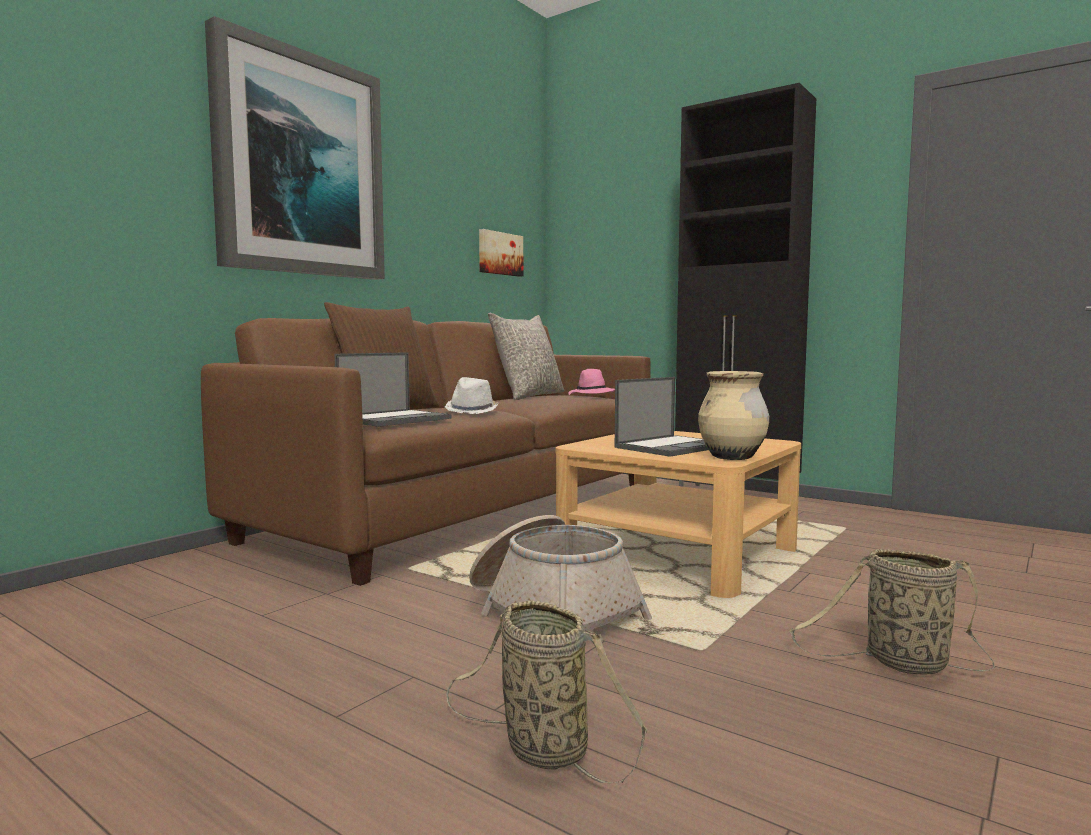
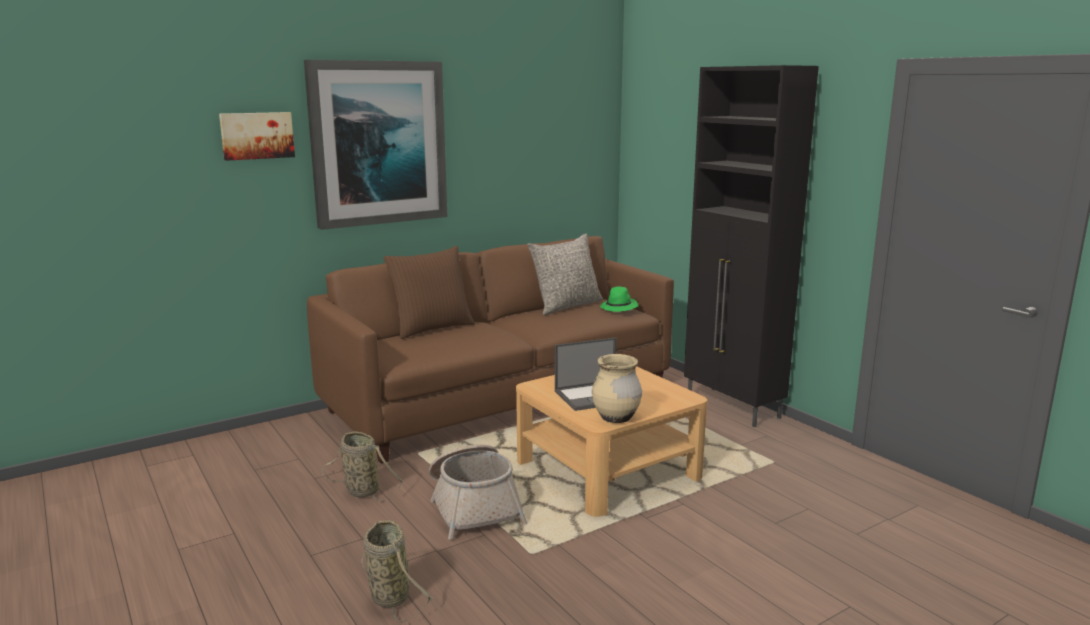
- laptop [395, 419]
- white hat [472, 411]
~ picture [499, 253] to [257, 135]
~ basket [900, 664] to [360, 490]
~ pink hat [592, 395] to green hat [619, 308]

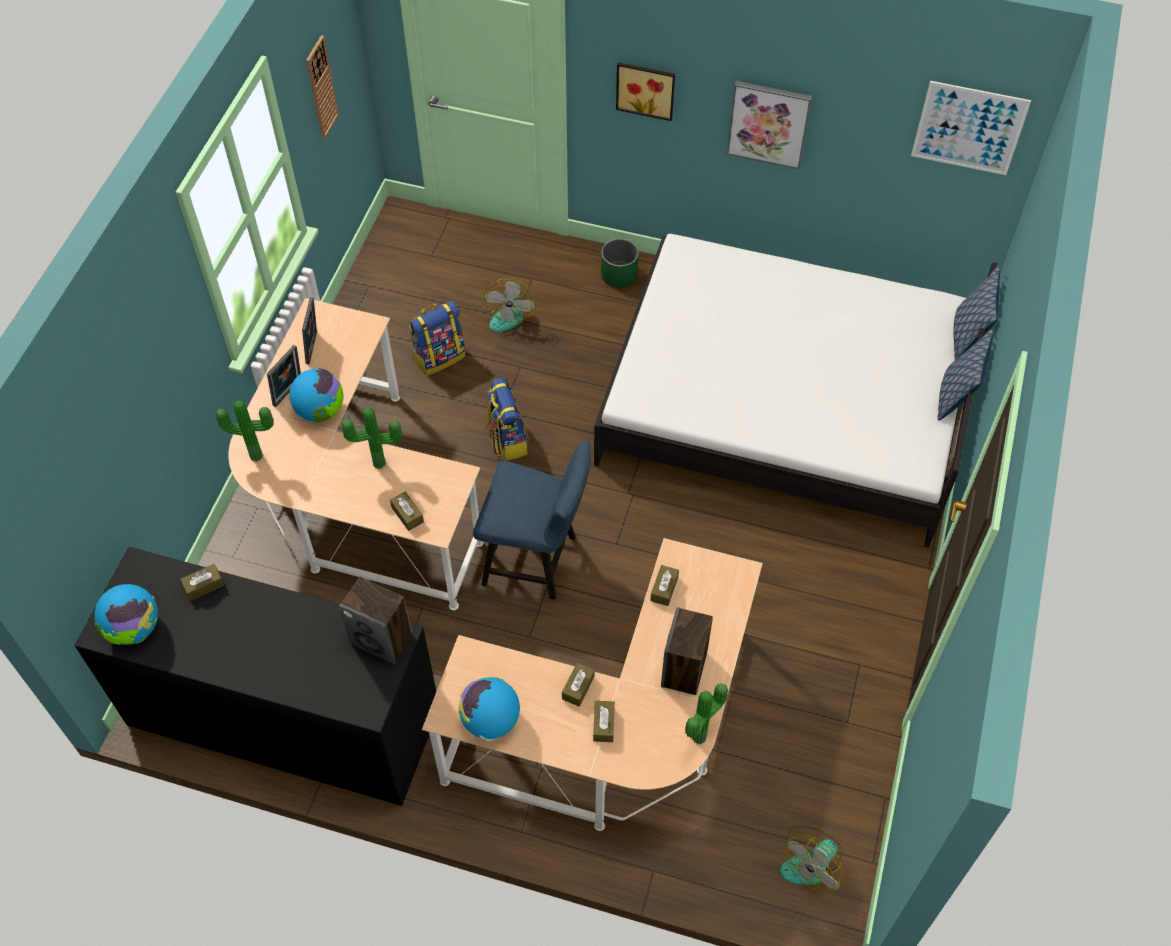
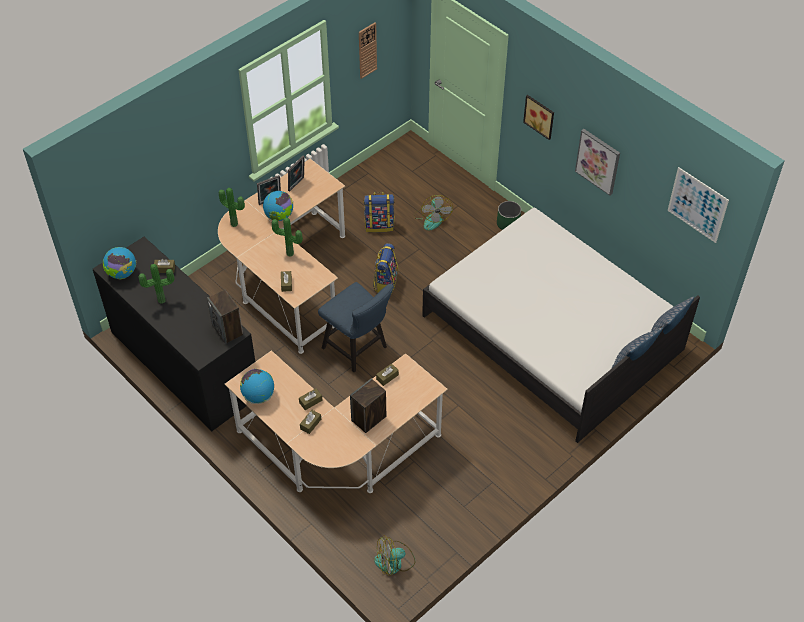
~ potted plant [701, 739] to [162, 301]
~ fan [508, 313] = [432, 218] 45 degrees counterclockwise

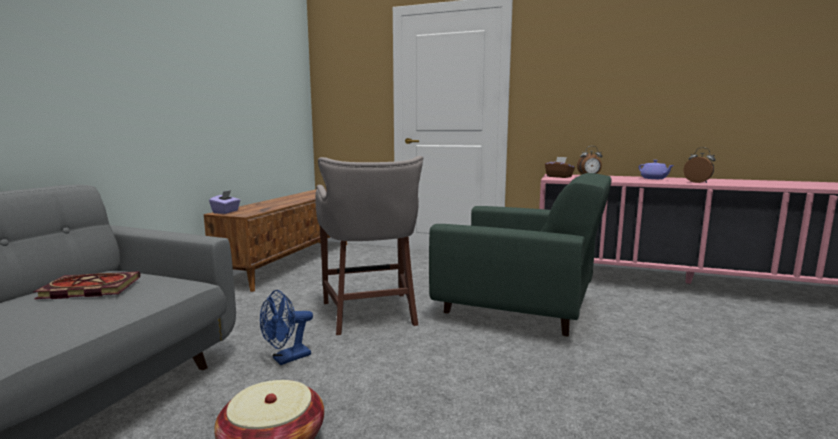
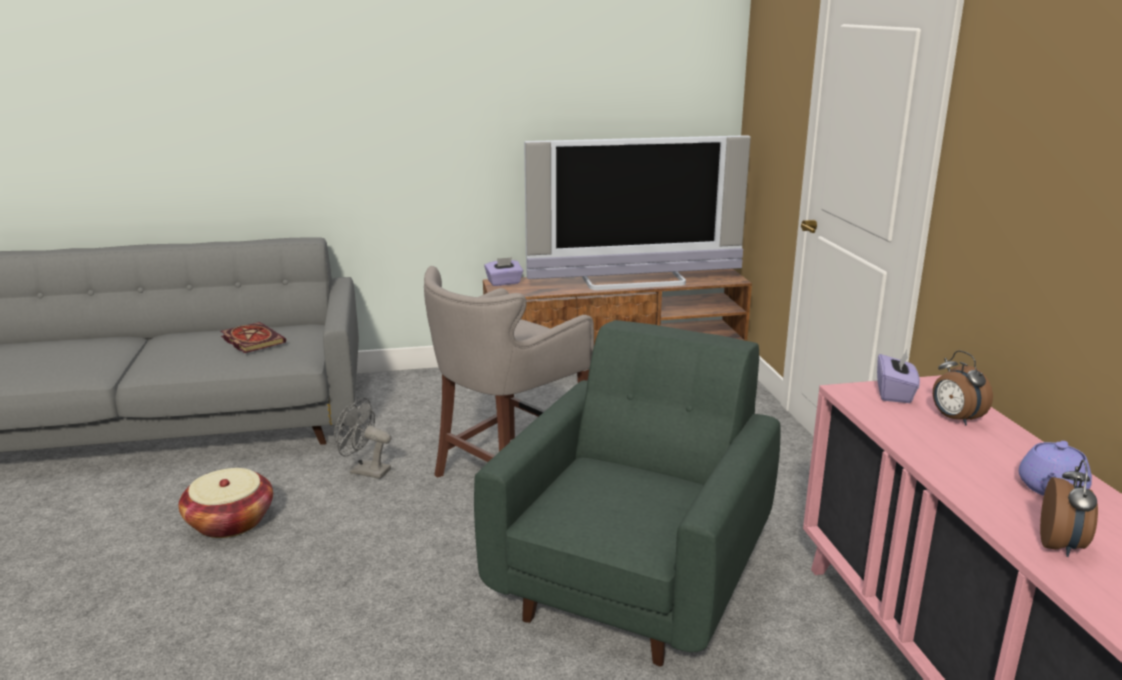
+ television [635, 281]
~ blue fan [286, 359] to grey fan [364, 471]
~ brown tissue box [559, 177] to purple tissue box [894, 393]
~ green armchair [518, 309] = [634, 577] 150 degrees counterclockwise

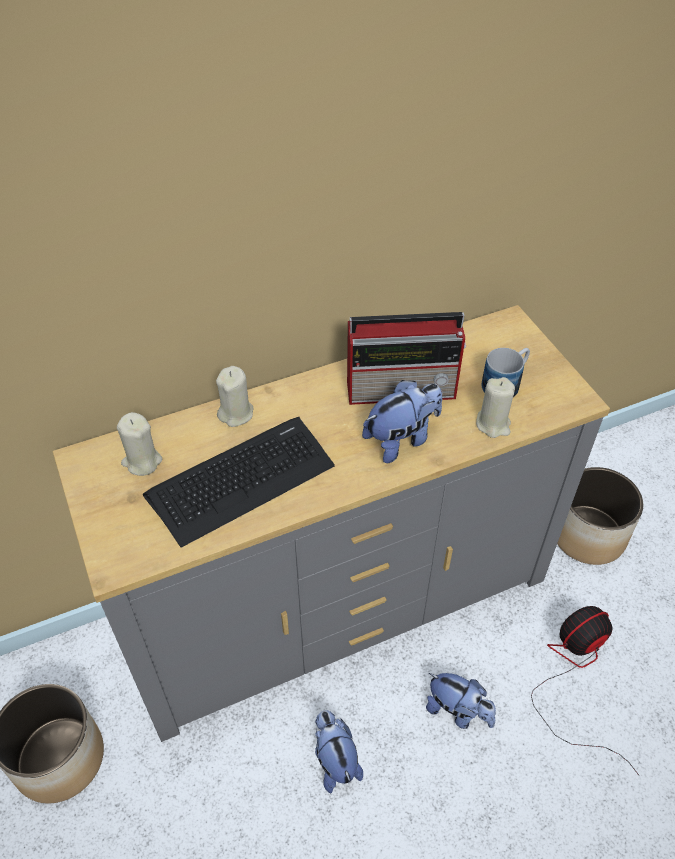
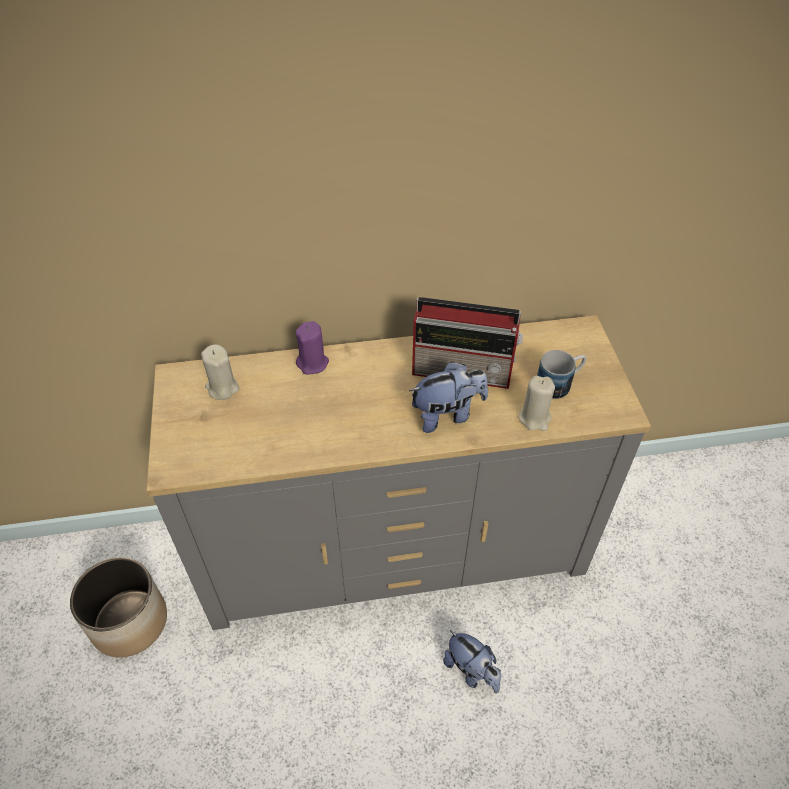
- keyboard [241, 479]
- plush toy [335, 760]
- fan [575, 674]
- planter [587, 535]
~ beige candle [236, 413] to purple candle [313, 363]

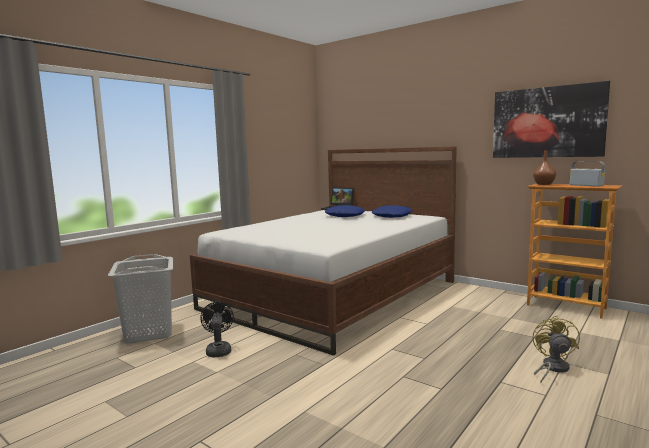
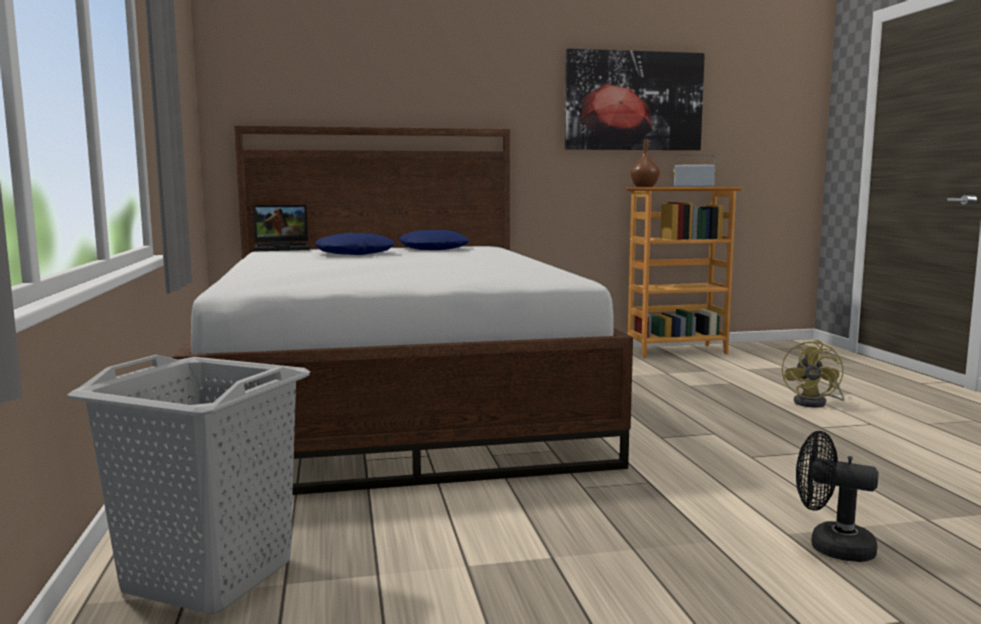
~ black fan [218, 350] to [831, 547]
~ yellow fan [552, 368] = [815, 403] 120 degrees counterclockwise

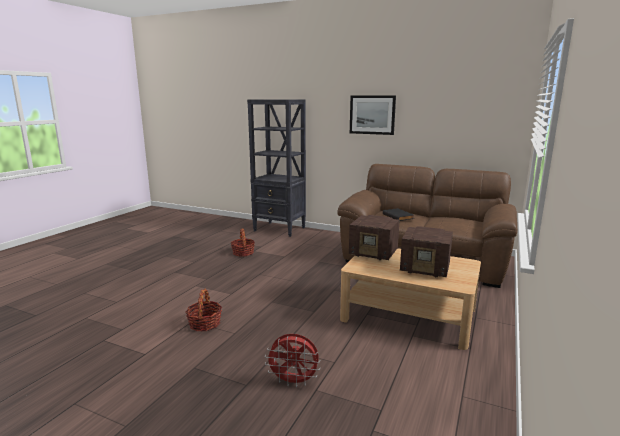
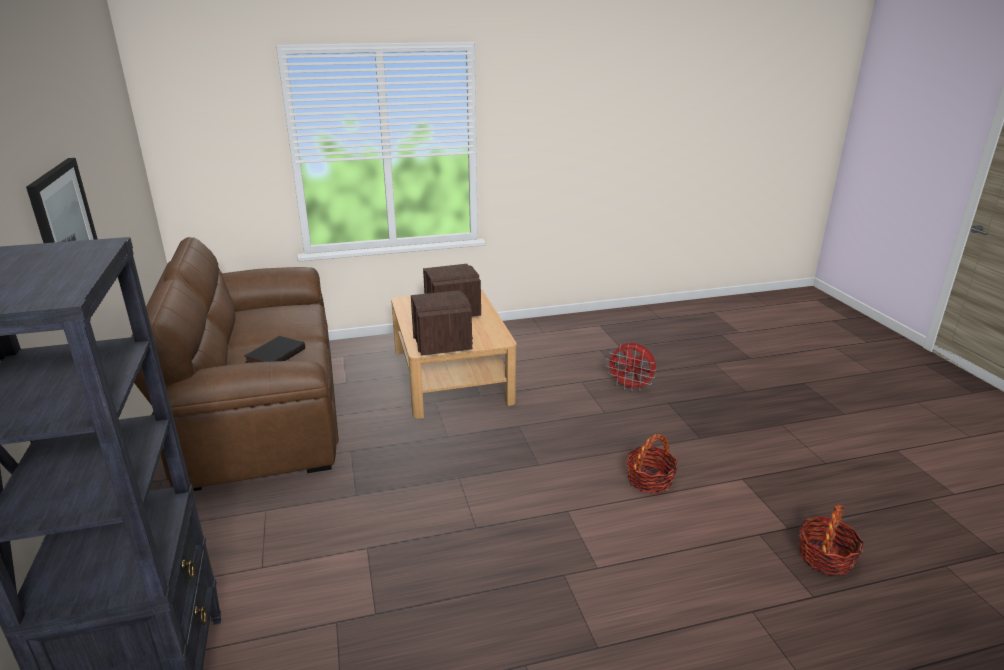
~ basket [243, 253] to [825, 557]
~ red fan [294, 381] = [630, 387] 150 degrees clockwise

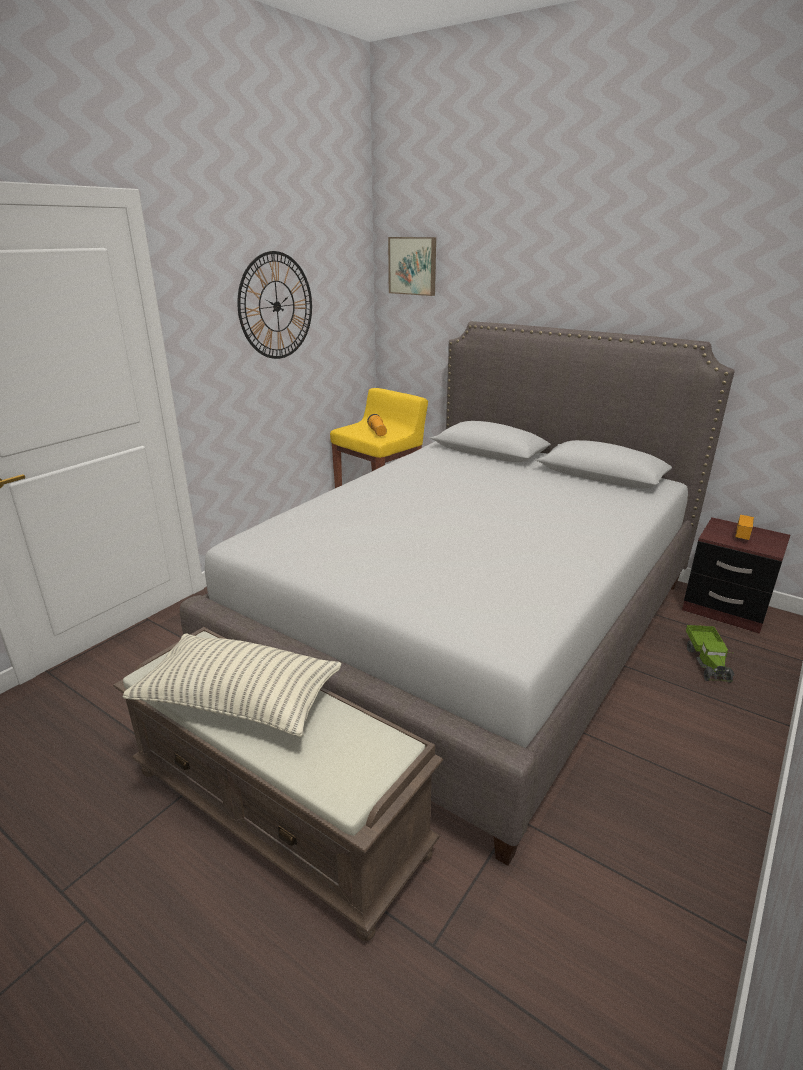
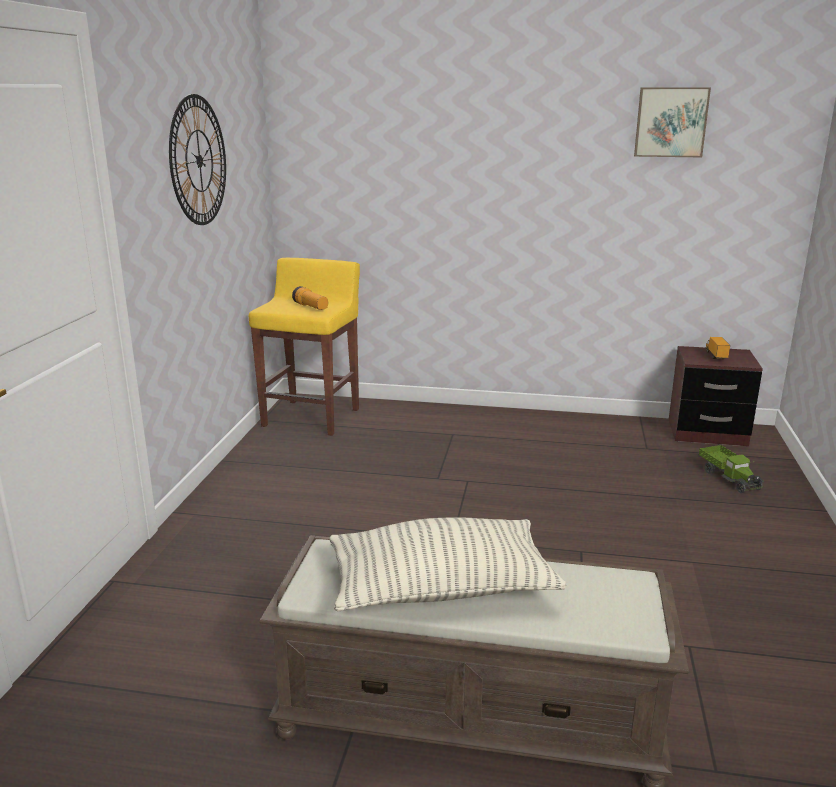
- grey bed [469, 629]
~ picture [413, 266] to [670, 122]

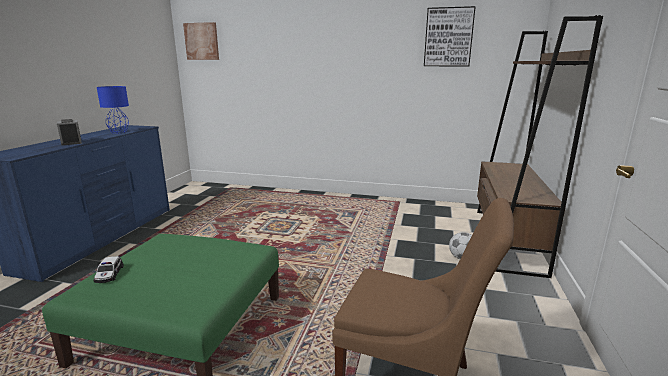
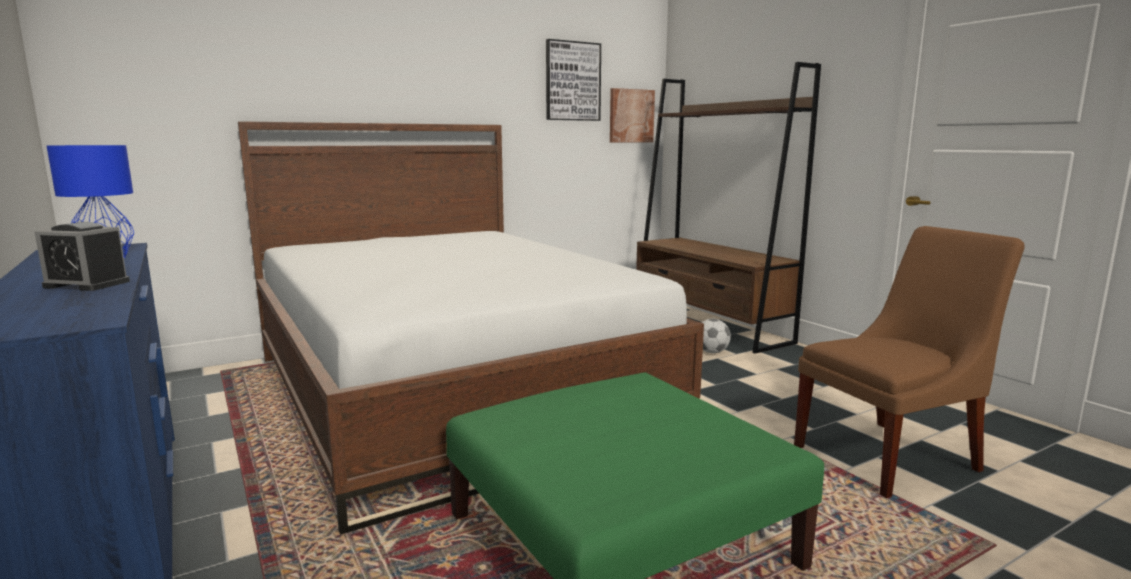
- toy car [109, 275]
+ bed [452, 389]
~ picture [202, 41] to [631, 116]

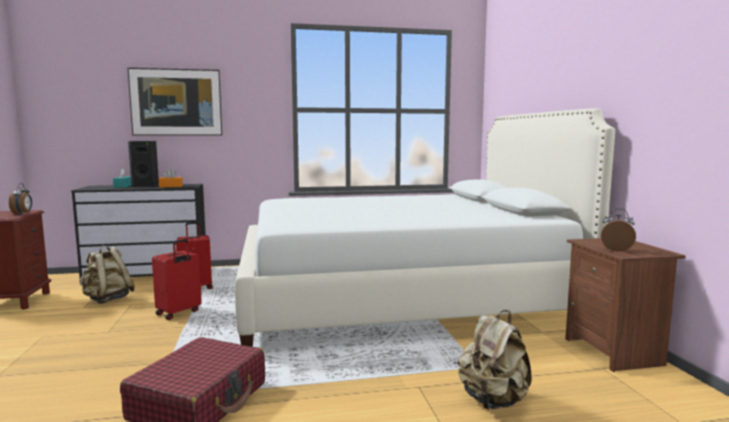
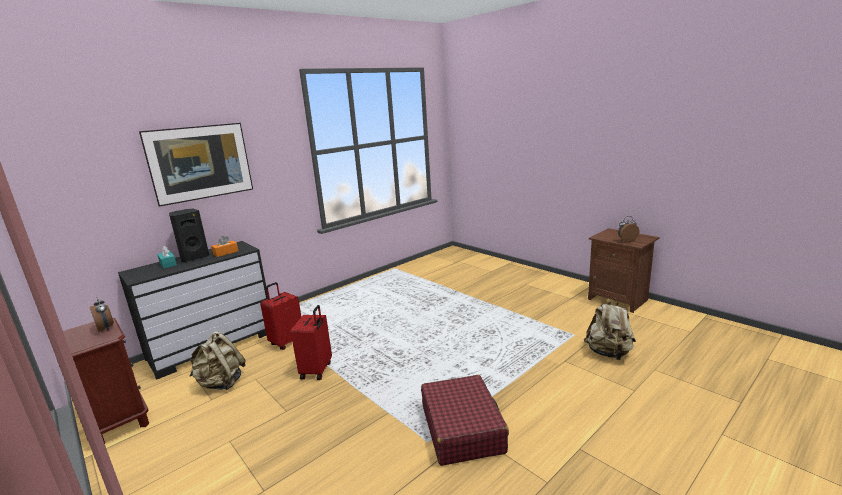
- white bed [399, 298]

